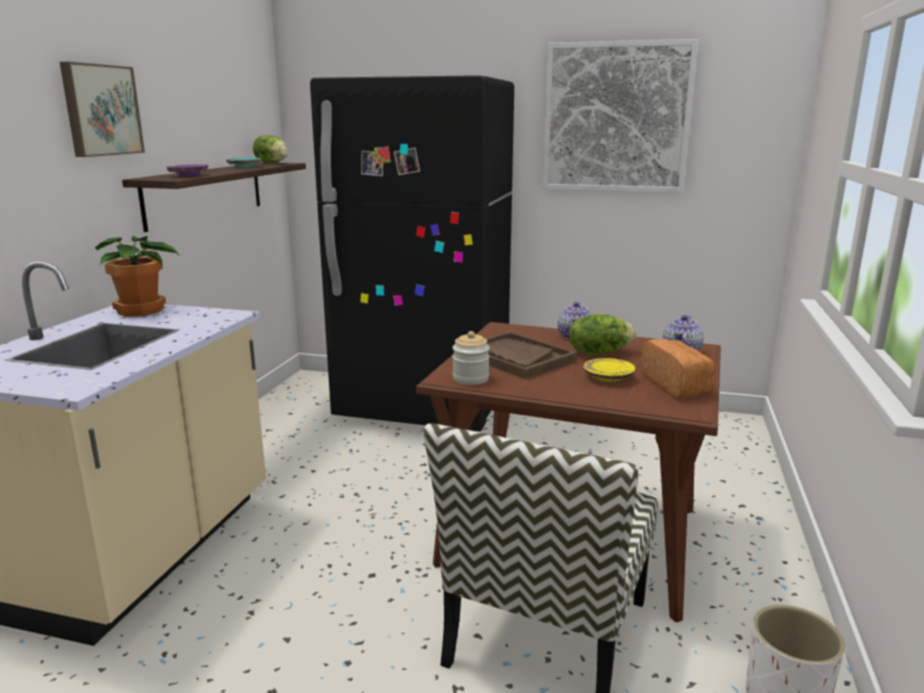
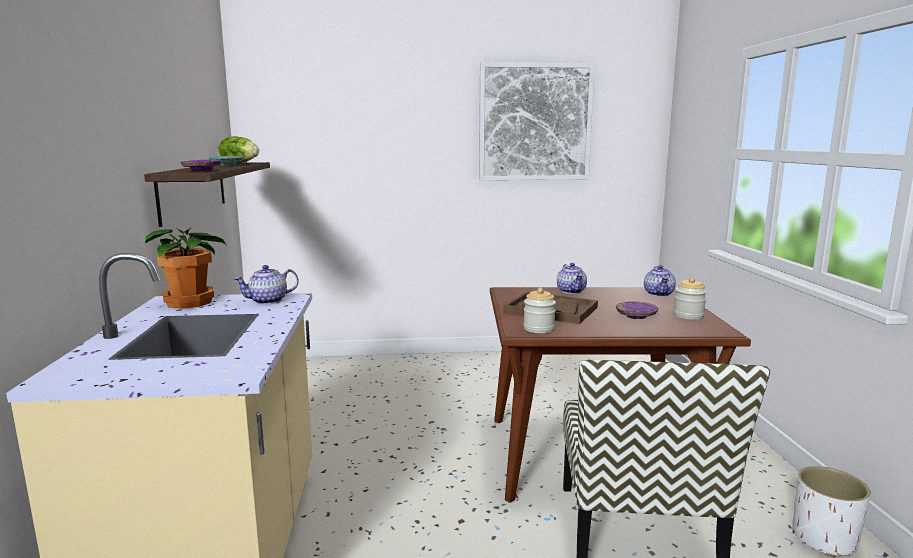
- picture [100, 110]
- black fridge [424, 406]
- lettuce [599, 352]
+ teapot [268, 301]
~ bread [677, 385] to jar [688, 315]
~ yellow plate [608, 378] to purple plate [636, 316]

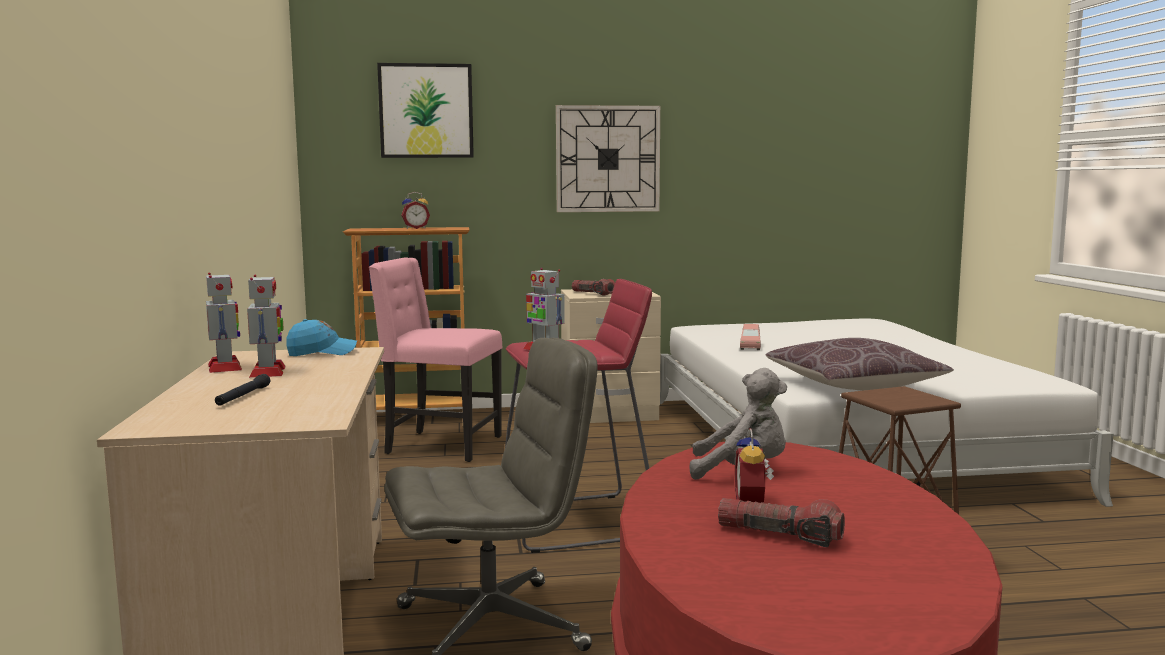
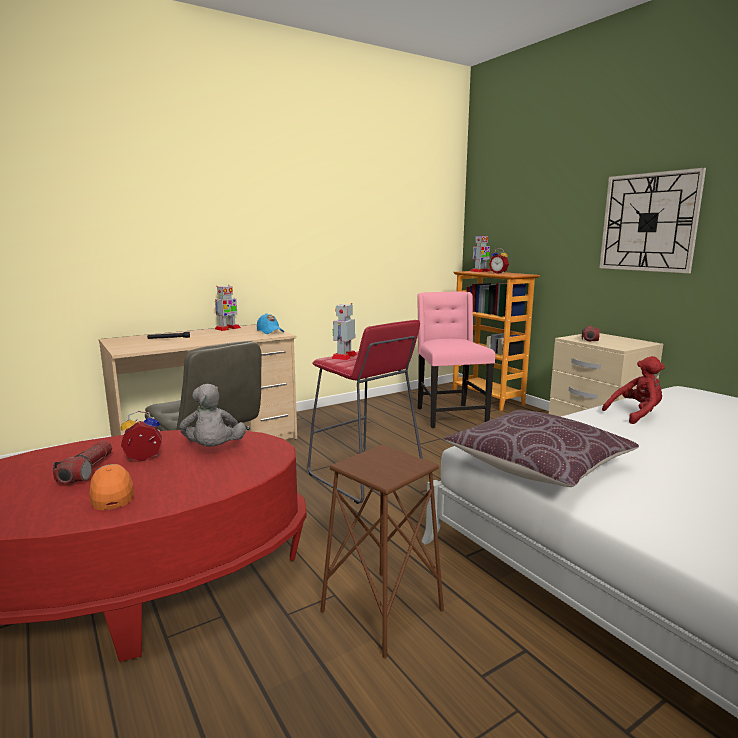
- picture [426, 111]
+ orange cap [112, 494]
~ toy robot [268, 372] to [480, 271]
~ pink toy car [750, 346] to red plush toy [636, 415]

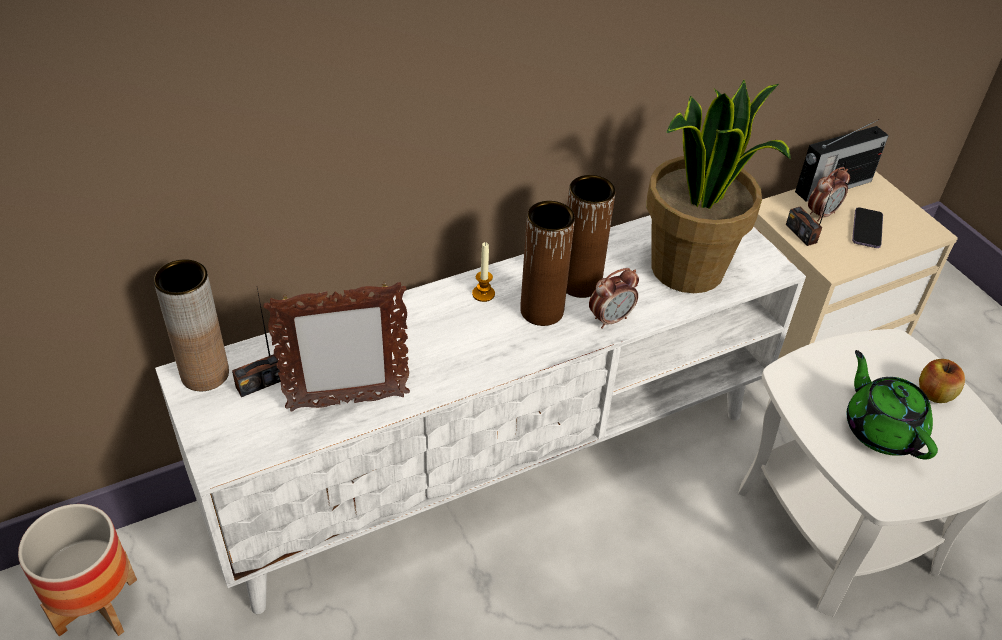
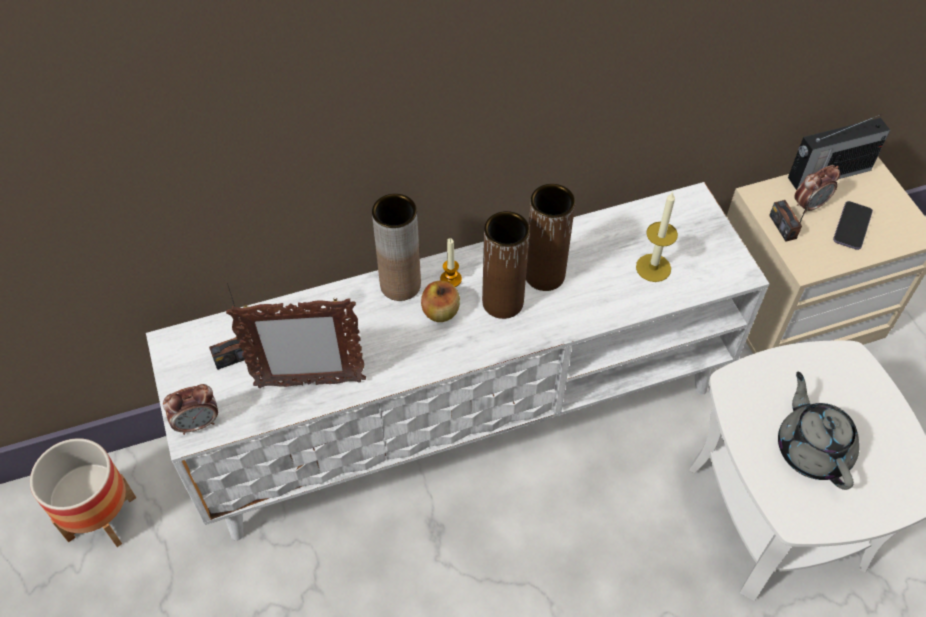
~ brown vase [205, 374] to [400, 285]
~ alarm clock [610, 319] to [198, 423]
~ apple [934, 394] to [440, 312]
~ potted plant [688, 270] to candle [653, 267]
~ green teapot [881, 429] to grey teapot [812, 449]

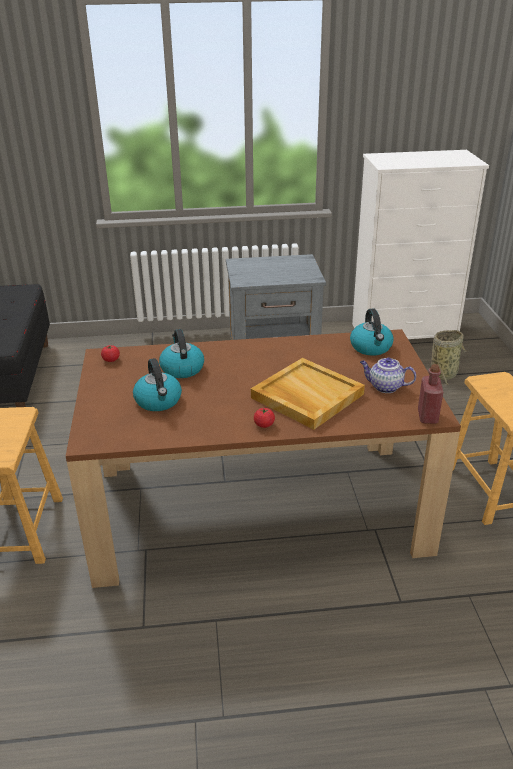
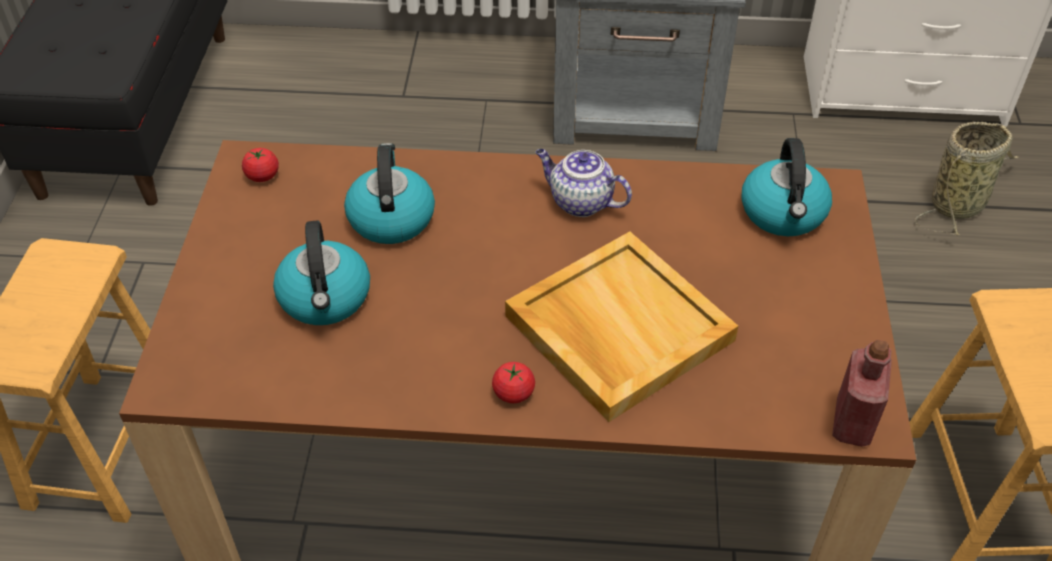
~ teapot [385, 387] to [579, 202]

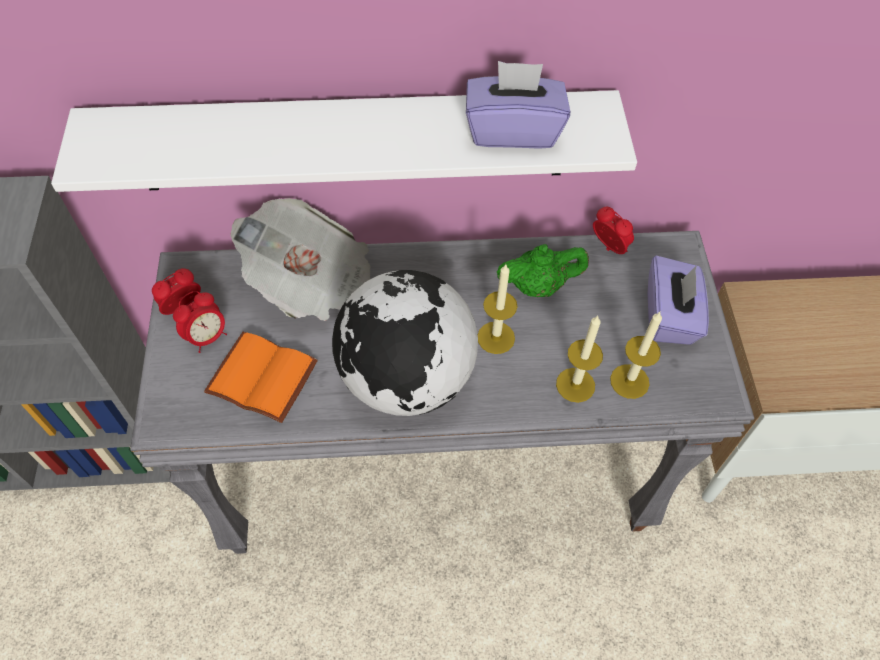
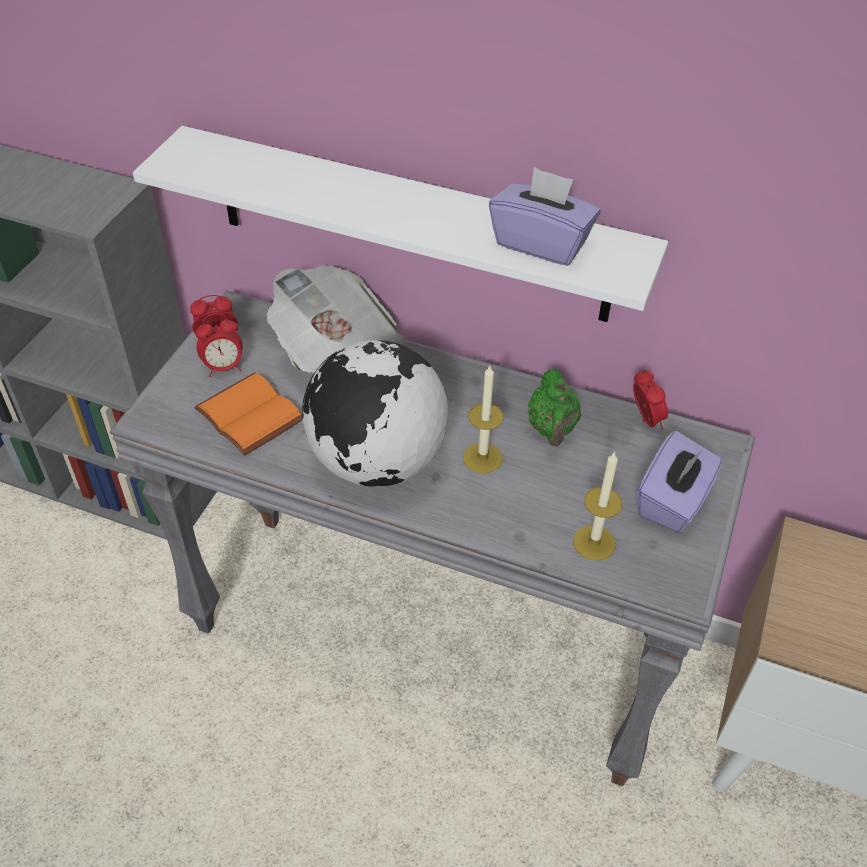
- candle [575, 385]
~ green teapot [538, 286] = [552, 429] 75 degrees clockwise

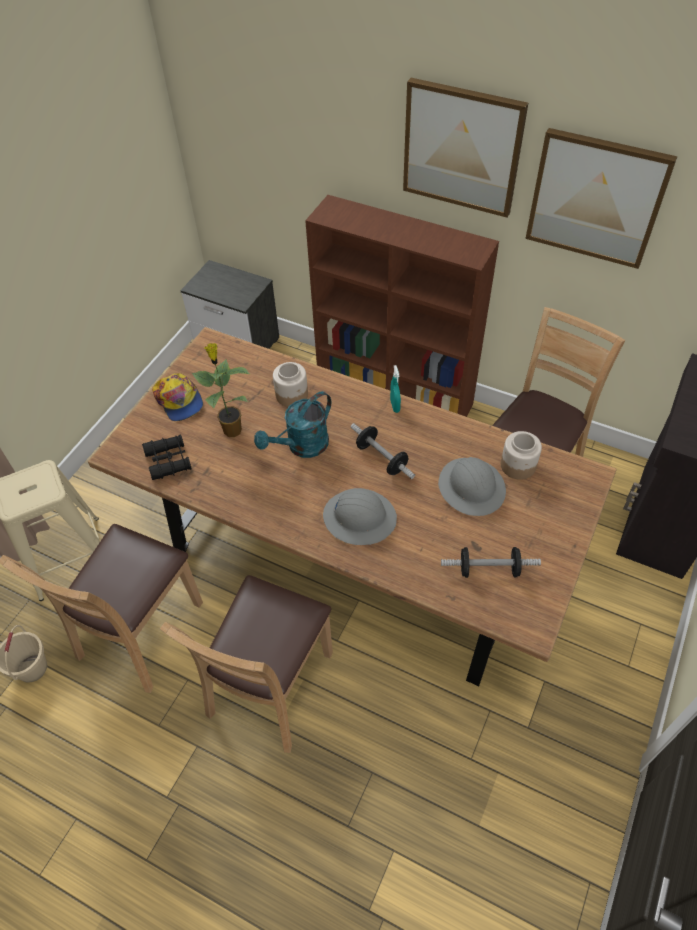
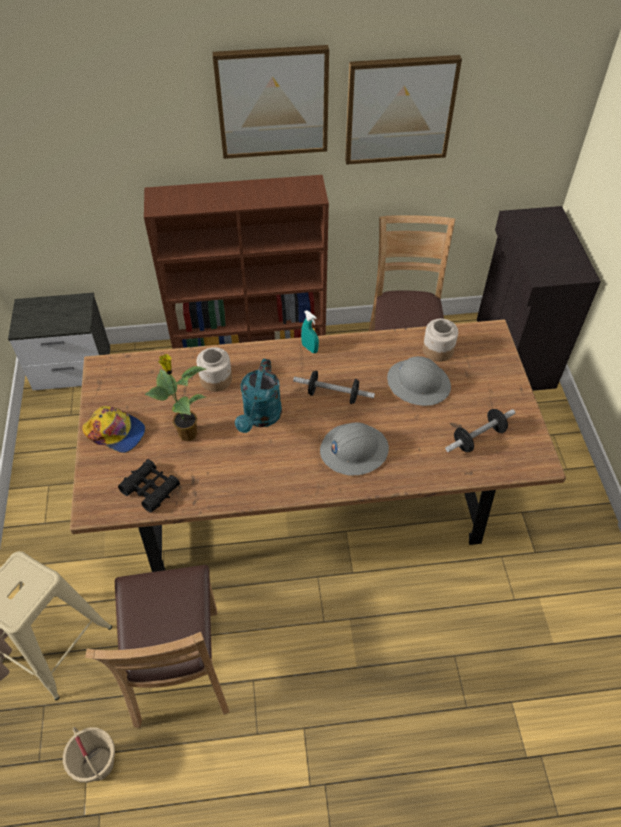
- brown chair [271, 686]

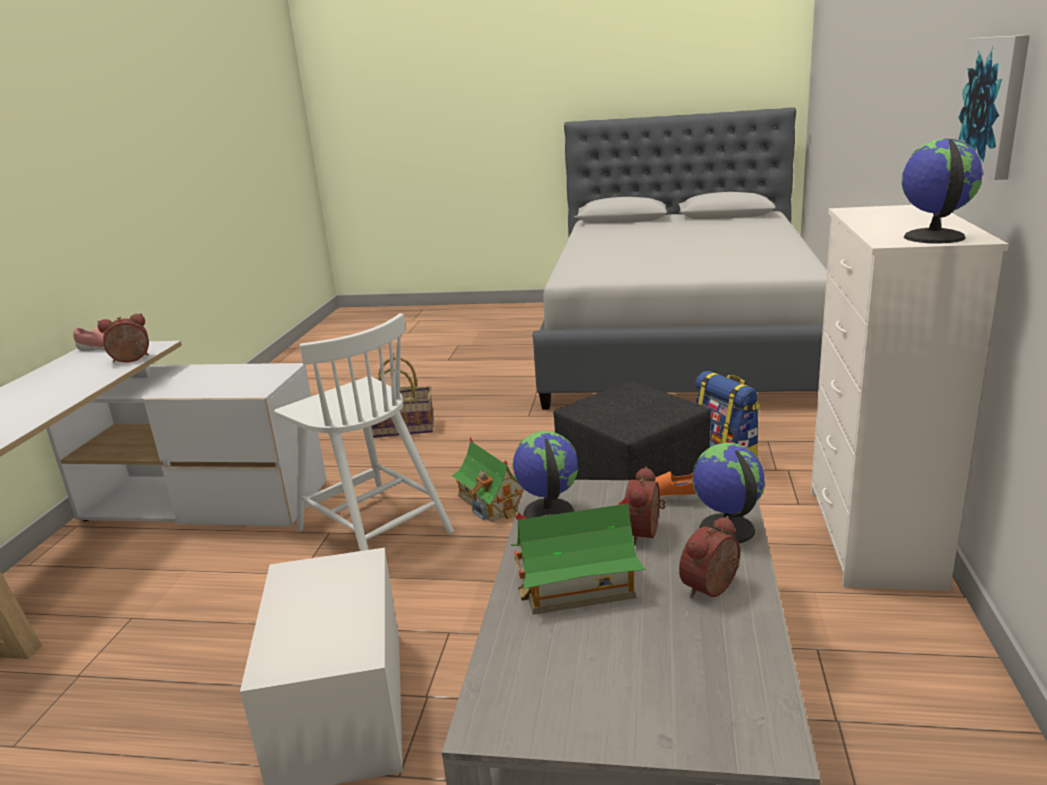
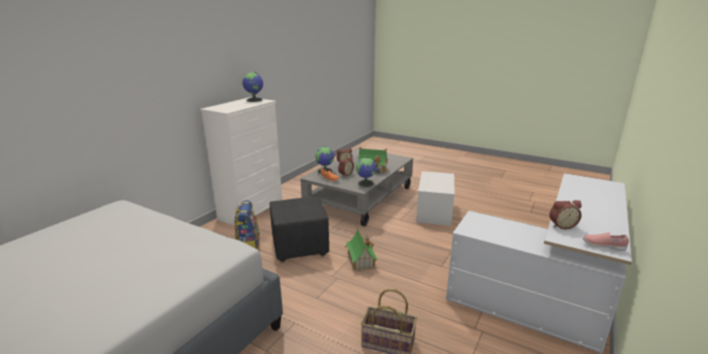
- white chair [372, 529]
- picture [992, 105]

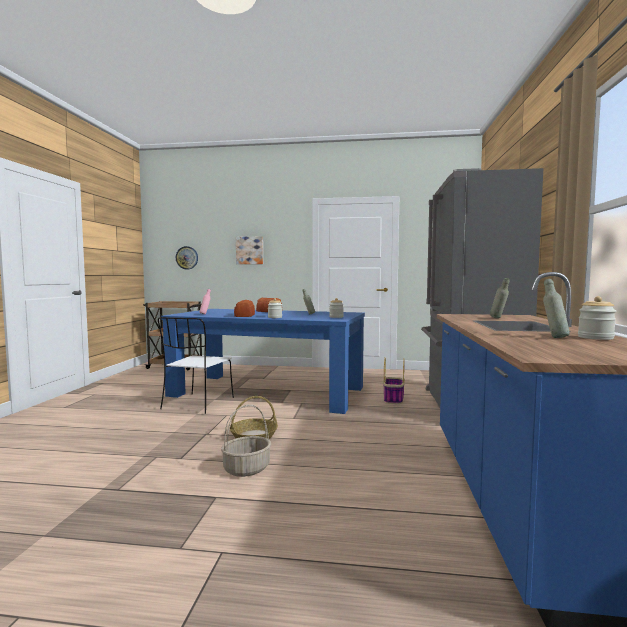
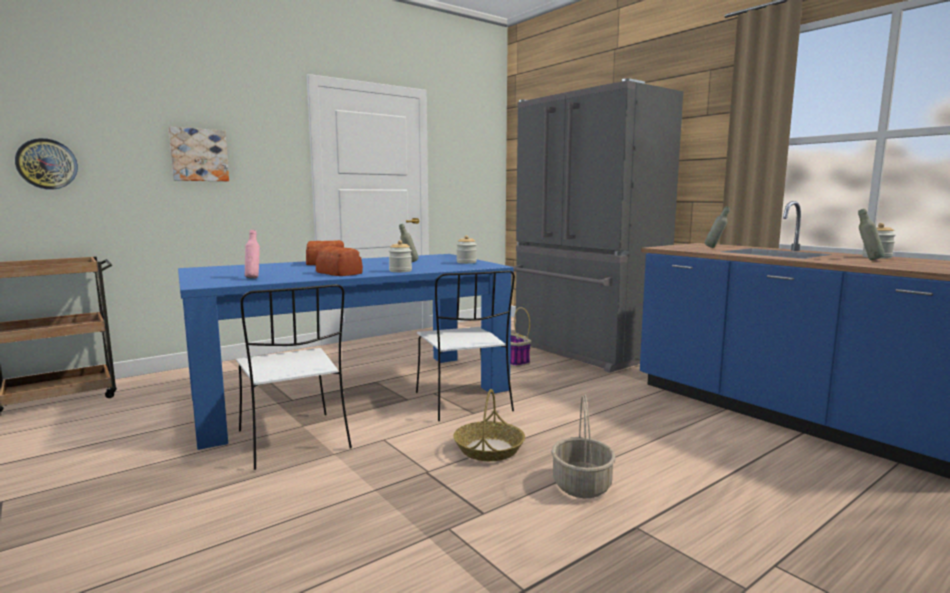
+ white chair [464, 403]

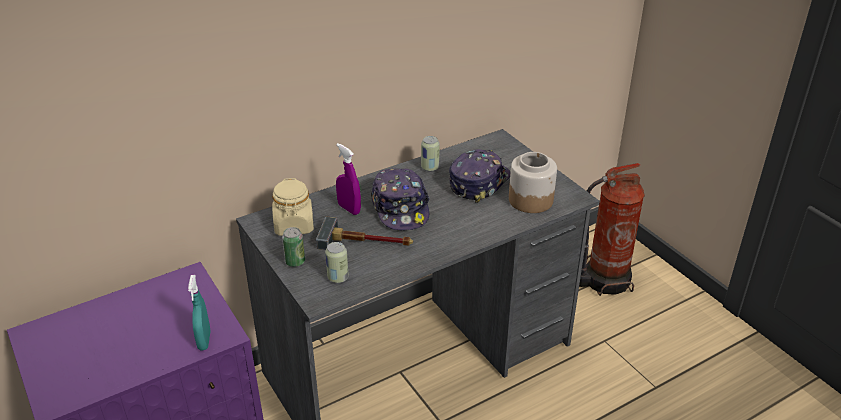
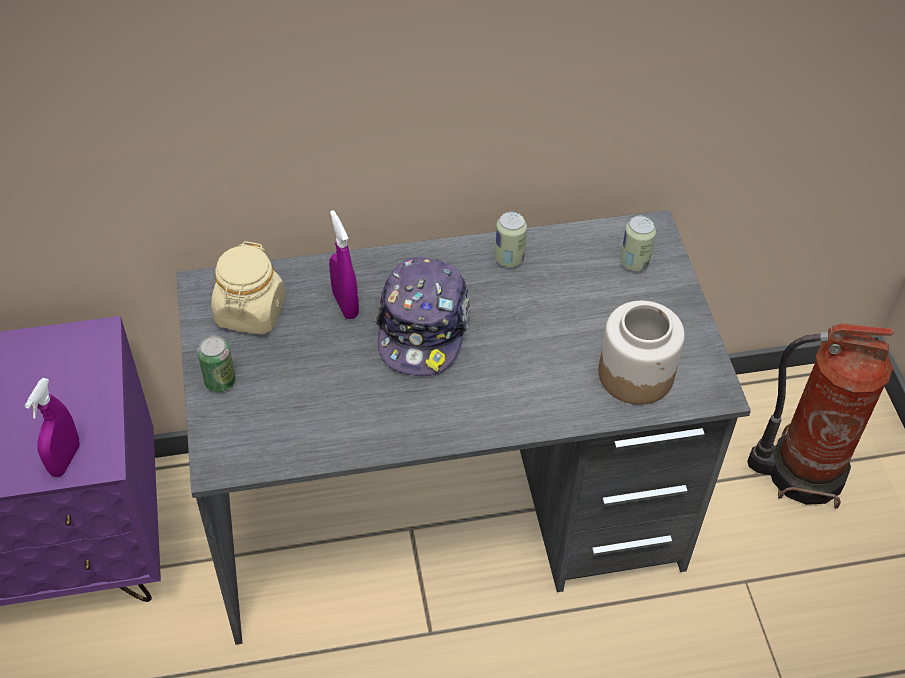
- hammer [366, 242]
- cap [478, 182]
~ can [338, 278] to [634, 262]
~ turquoise spray bottle [204, 340] to purple spray bottle [65, 460]

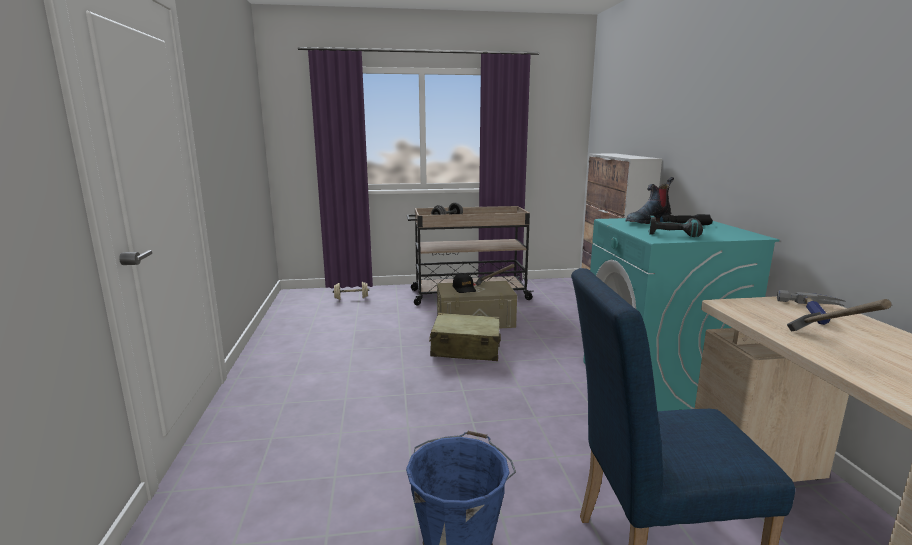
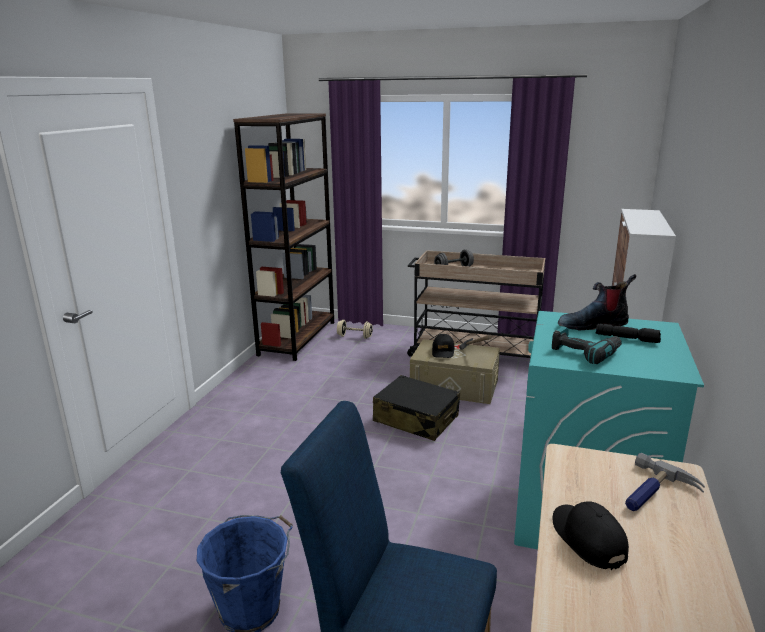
+ brown bookcase [298, 338]
~ hammer [828, 346] to black cap [587, 539]
~ beige suitcase [465, 349] to black suitcase [416, 419]

